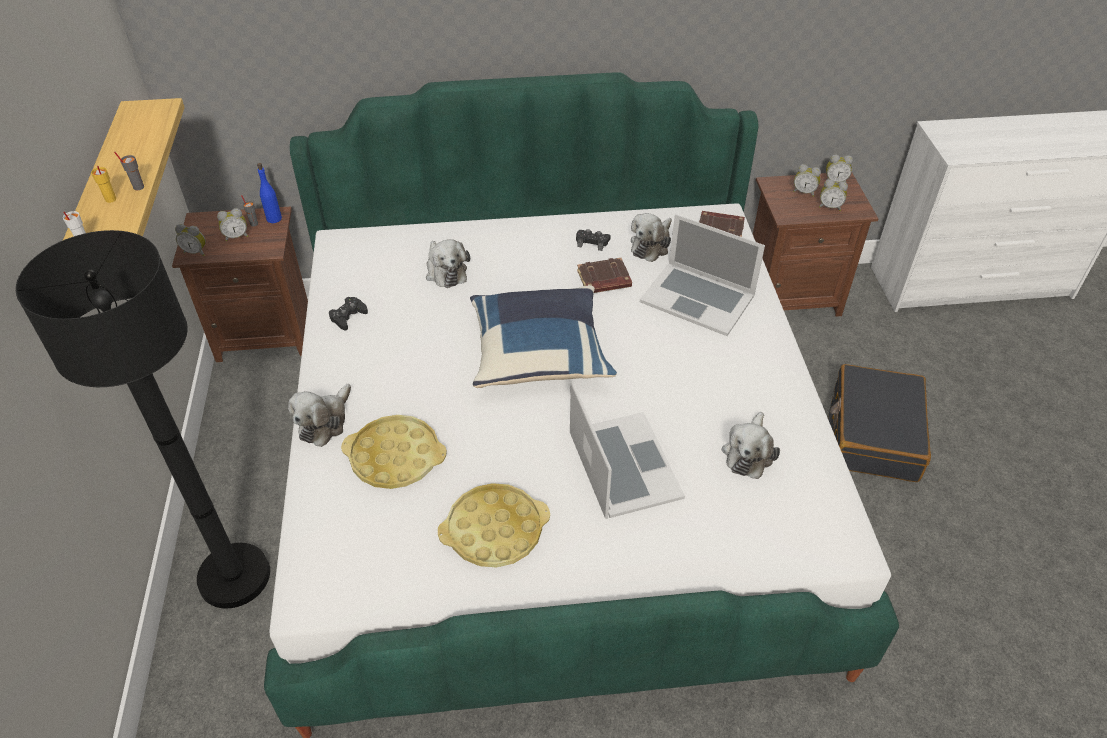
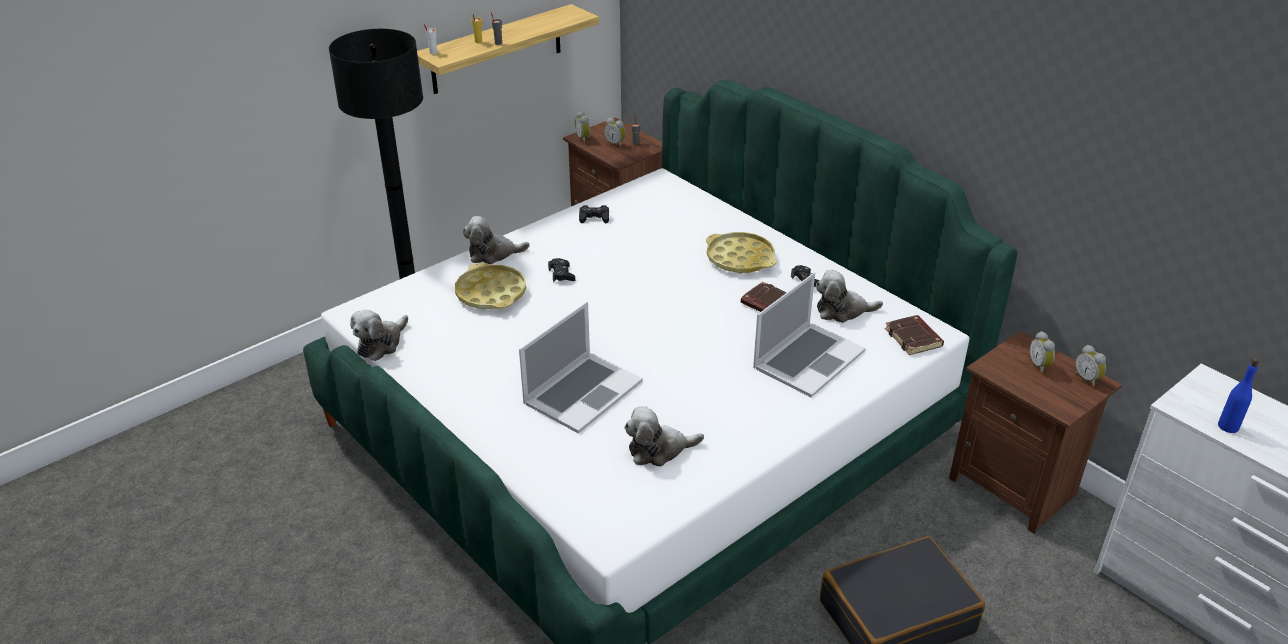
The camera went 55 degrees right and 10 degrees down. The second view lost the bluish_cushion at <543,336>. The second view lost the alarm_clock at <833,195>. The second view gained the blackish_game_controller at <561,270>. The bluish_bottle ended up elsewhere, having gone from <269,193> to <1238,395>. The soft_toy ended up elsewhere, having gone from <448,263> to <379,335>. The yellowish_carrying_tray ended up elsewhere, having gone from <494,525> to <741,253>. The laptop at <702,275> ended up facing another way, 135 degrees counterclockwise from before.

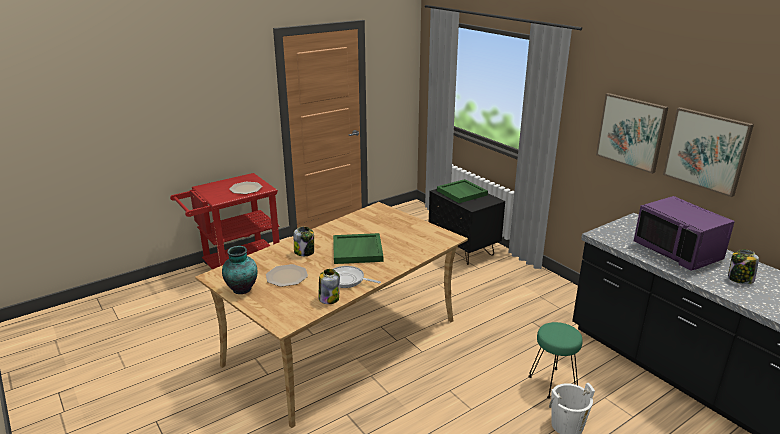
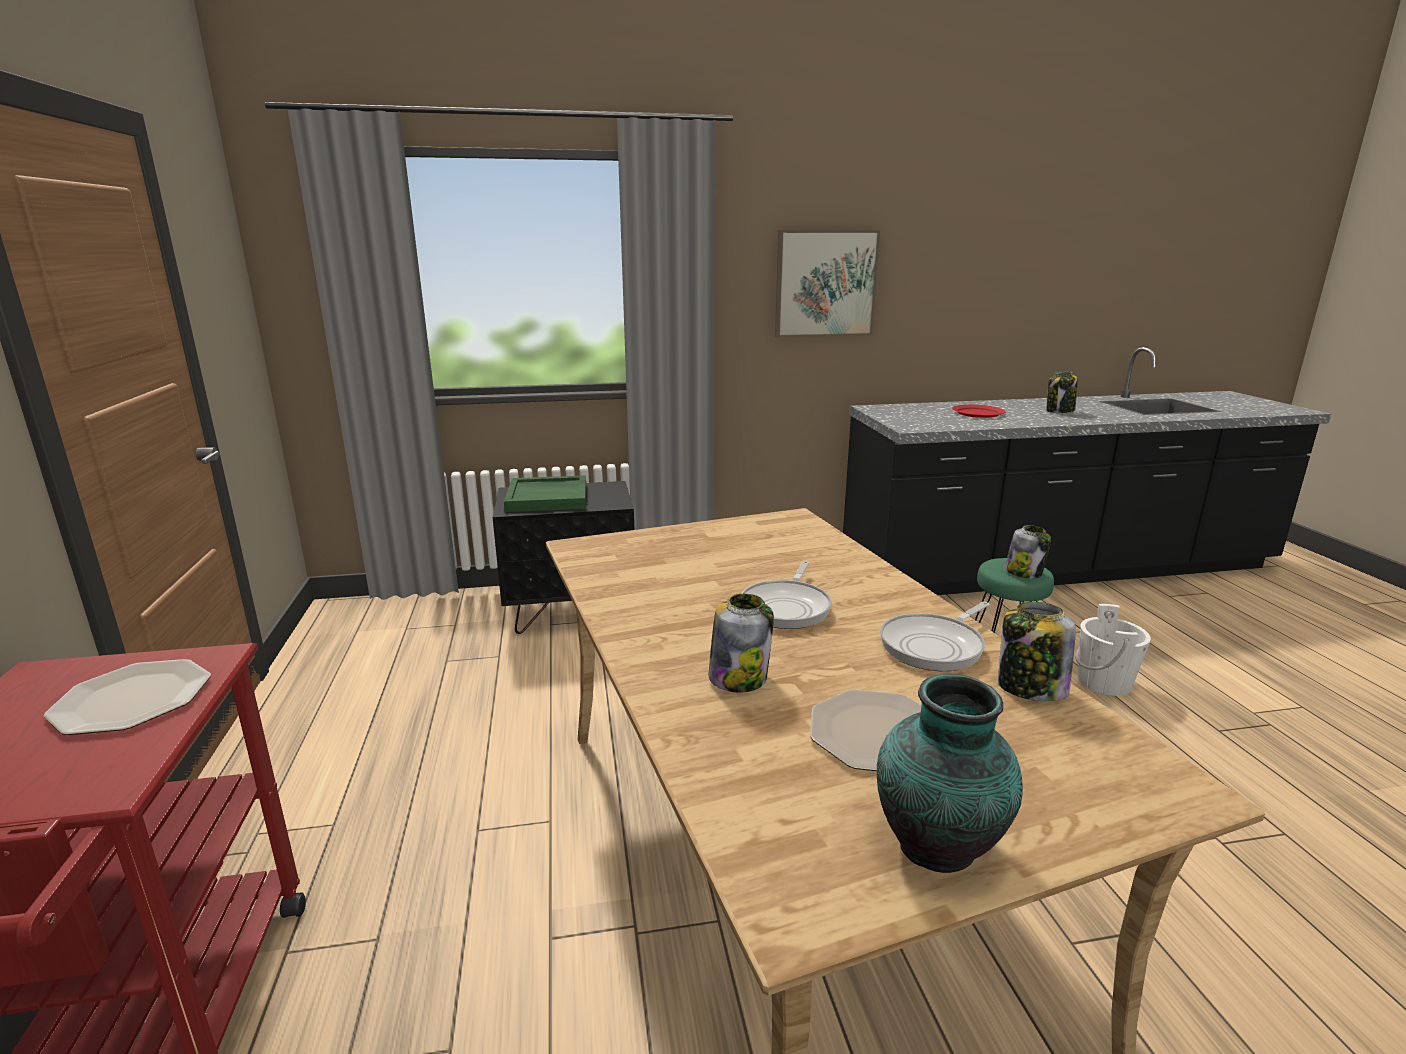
The camera went 65 degrees left and 5 degrees down. The second view lost the wall_picture at <708,152>. The second view gained the jar at <1028,552>. Where the green_carrying_tray stood at <358,248>, the skillet came to stand at <786,595>. Where the purple_kitchen_microwave stood at <684,233>, the red-coloured_dinner_plate came to stand at <979,411>.

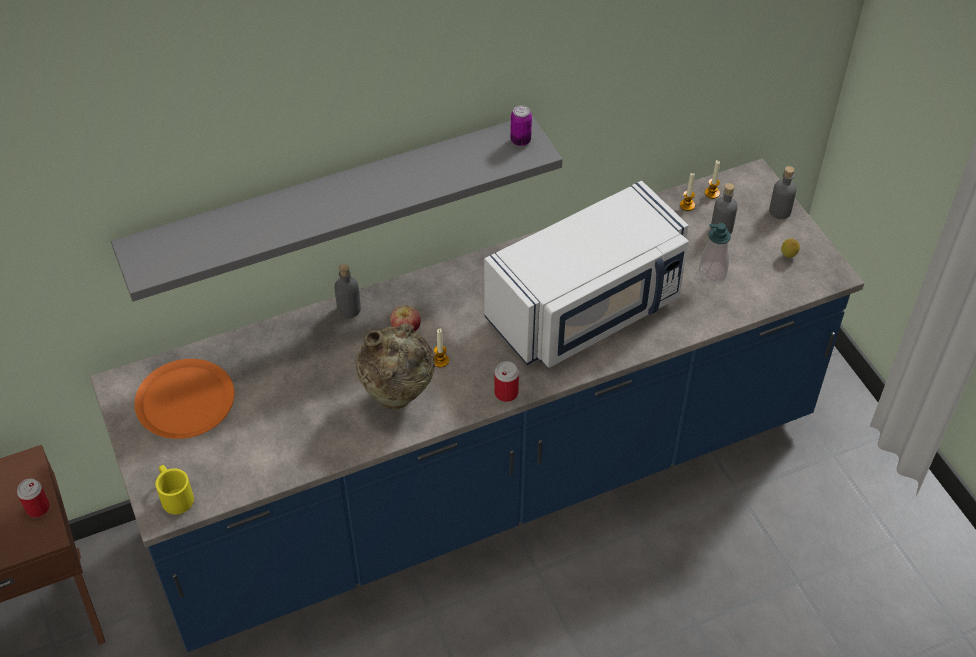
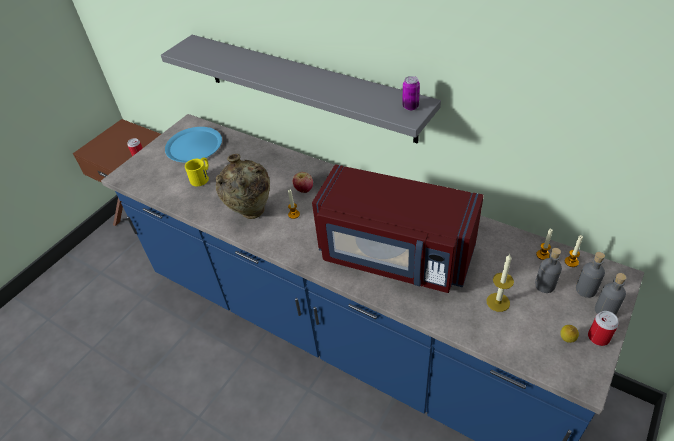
The camera went 60 degrees right and 5 degrees down. The yellowish_coffee_mug ended up elsewhere, having gone from <174,489> to <197,171>. The gray_bottle ended up elsewhere, having gone from <347,291> to <590,275>. The sealed_can ended up elsewhere, having gone from <506,381> to <603,328>. Where the soap_dispenser stood at <715,252>, the wax_light came to stand at <500,283>. What was the orange-coloured_dinner_plate at <184,399> turned into the bluish_dinner_plate at <193,144>. What was the white-coloured_kitchen_microwave at <586,274> turned into the red-coloured_kitchen_microwave at <398,228>.

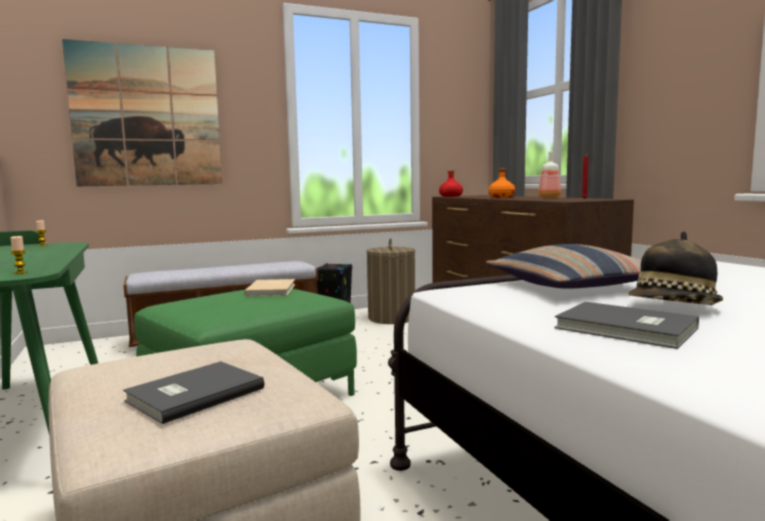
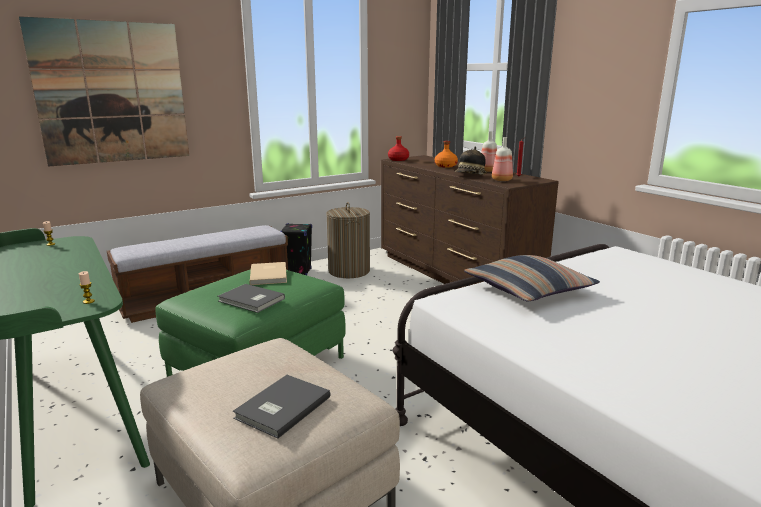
The camera went 10 degrees left and 10 degrees up. The second view gained the bottle at <502,159>. The gray_bound_book ended up elsewhere, having gone from <626,325> to <251,298>. The clothing_hat ended up elsewhere, having gone from <676,268> to <471,160>.

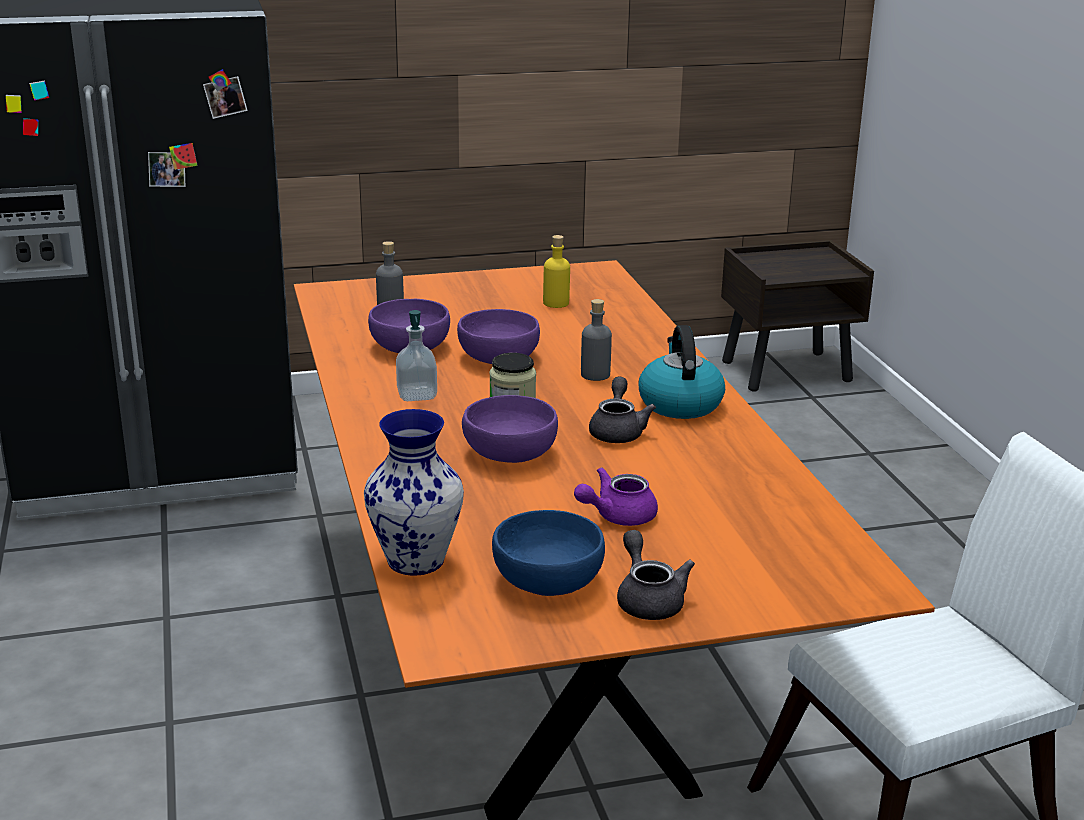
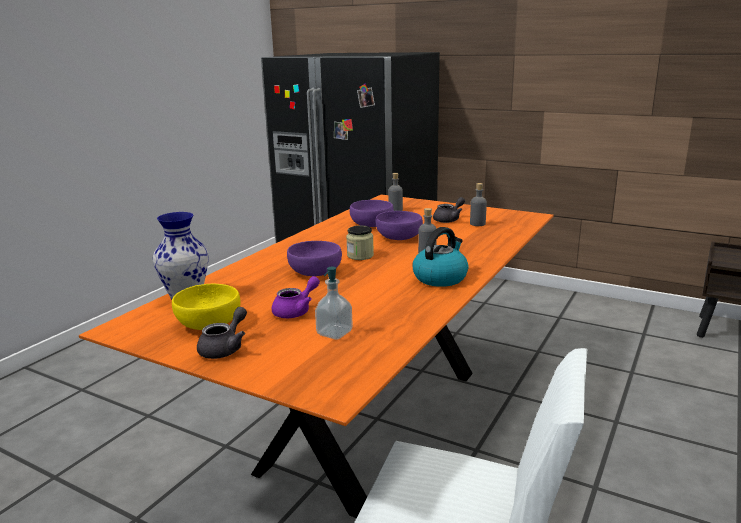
The camera went 45 degrees right and 5 degrees down. The soap_dispenser ended up elsewhere, having gone from <416,355> to <334,303>. The gray_tea_pot ended up elsewhere, having gone from <622,409> to <449,210>. What was the bluish_deep_dish at <548,553> turned into the yellowish_deep_dish at <206,307>. What was the yellowish_bottle at <556,271> turned into the gray_bottle at <478,204>. The purple_tea_pot at <616,496> ended up facing another way, 120 degrees clockwise from before.

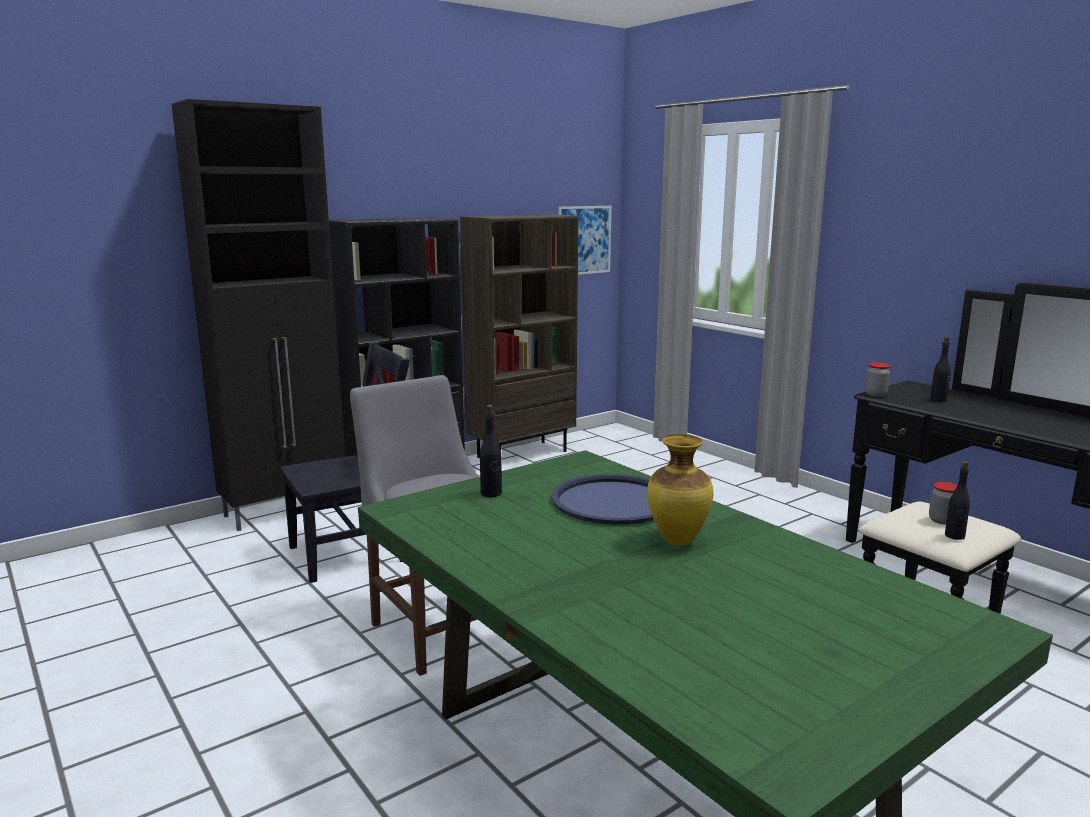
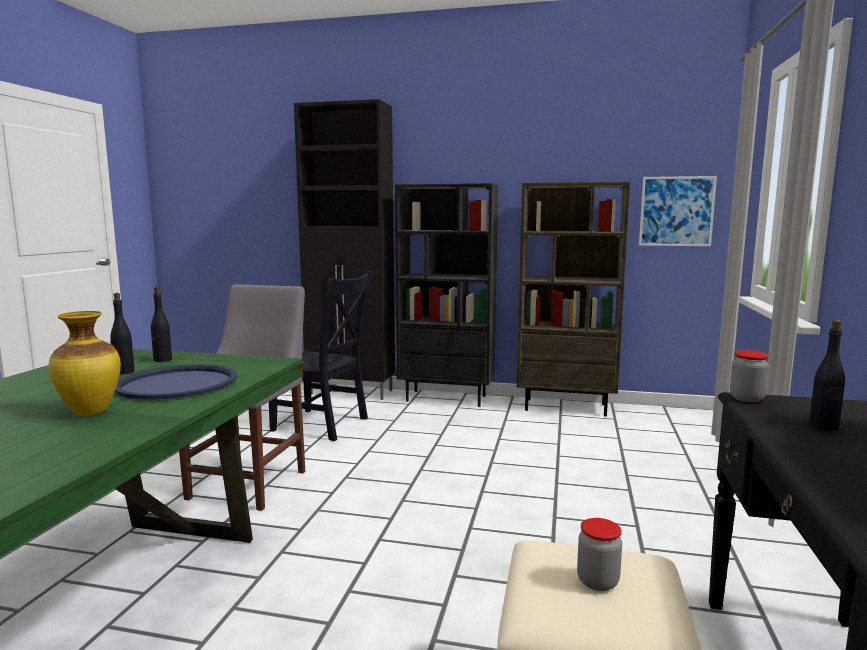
The camera went 50 degrees right and 5 degrees down. The blackish_bottle ended up elsewhere, having gone from <957,500> to <122,333>.

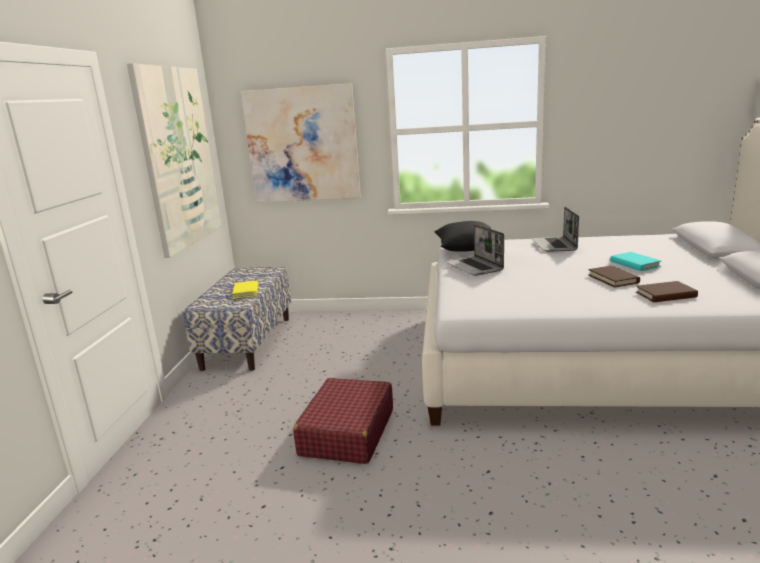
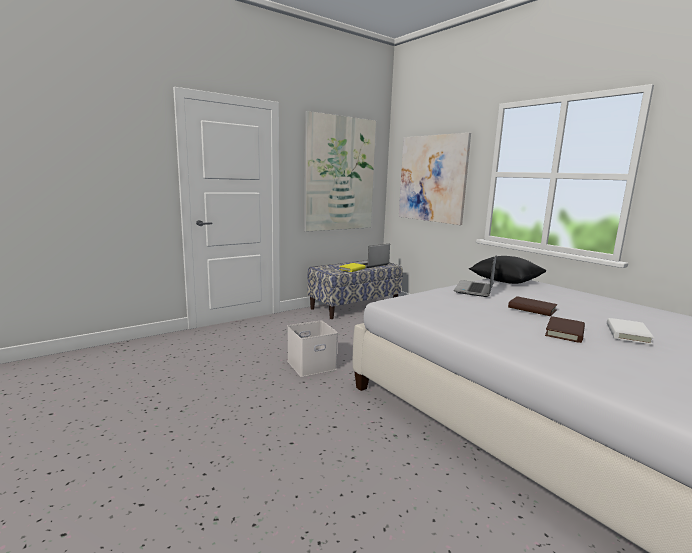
The camera went 45 degrees right and 5 degrees down. The laptop ended up elsewhere, having gone from <555,229> to <372,256>. The brown_bound_book ended up elsewhere, having gone from <667,291> to <533,306>. Where the red-coloured_suitcase stood at <343,421>, the white-coloured_storage_container came to stand at <312,349>. What was the turquoise_bound_book at <636,261> turned into the white-coloured_bound_book at <630,331>.

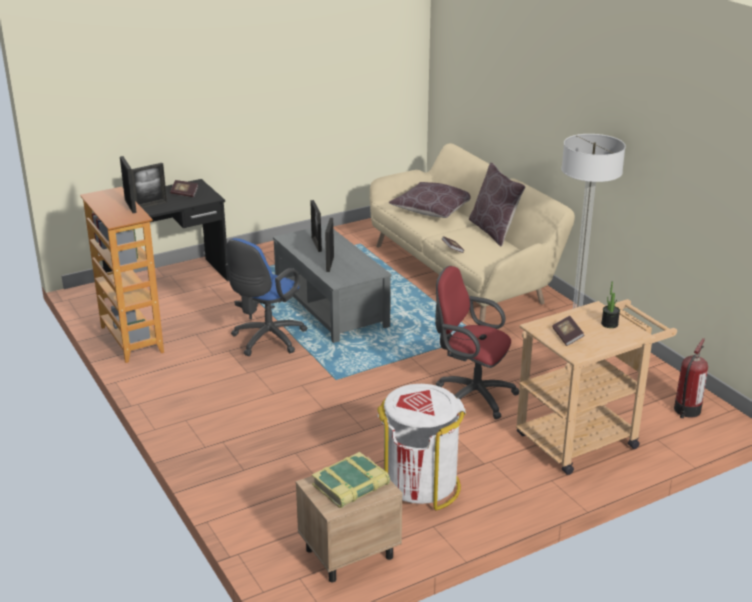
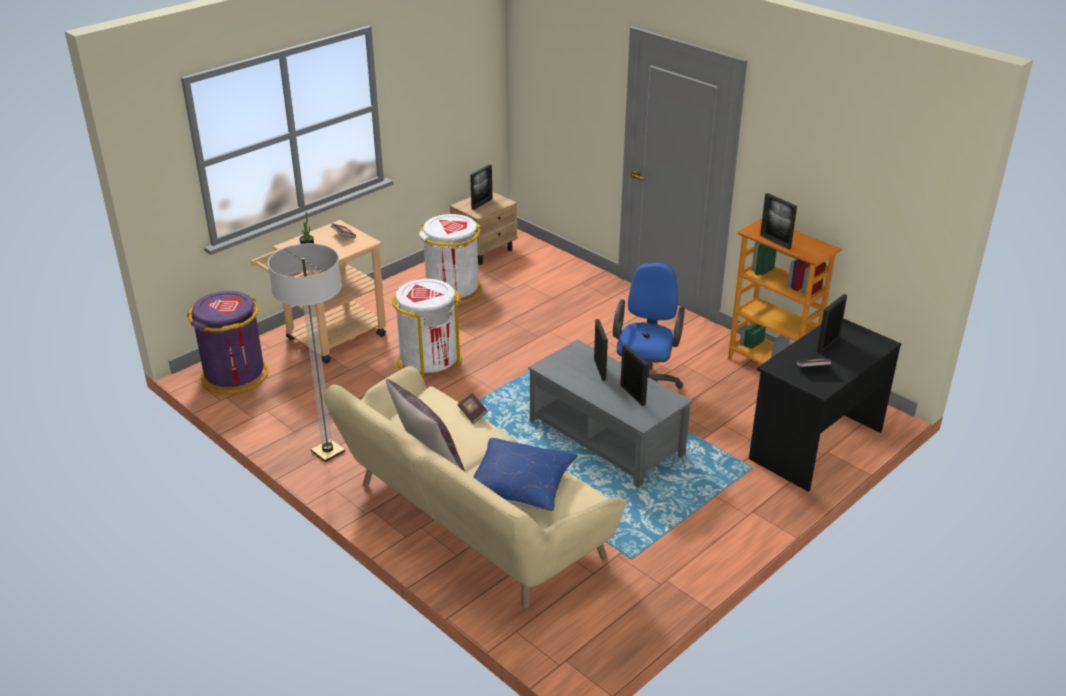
The camera went 165 degrees right and 5 degrees up. Where the bound_book stood at <351,480>, the picture_frame came to stand at <481,187>. Where the red-coloured_computer_chair stood at <477,342>, the white-coloured_trash_can came to stand at <427,328>. Where the extinguisher stood at <691,378>, the purple_trash_can came to stand at <227,342>. What was the brown_cushion at <430,200> turned into the bluish_cushion at <525,474>.

